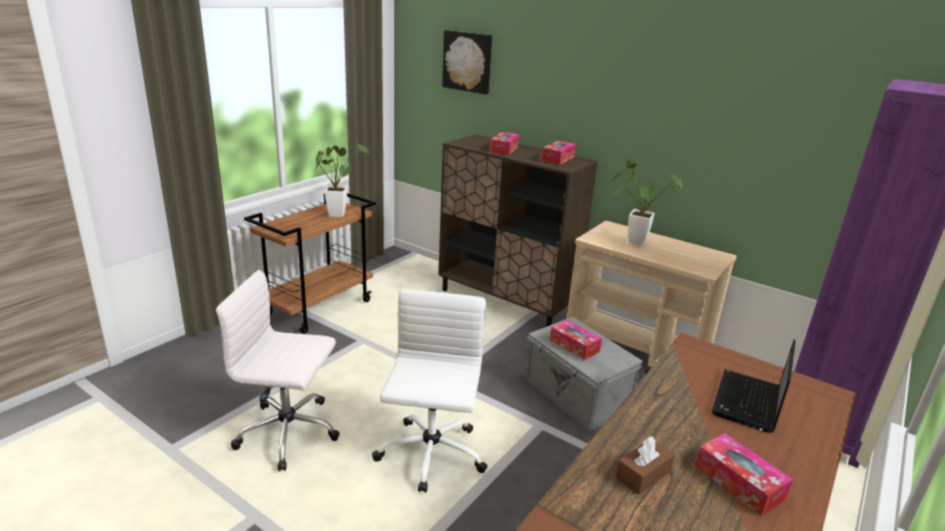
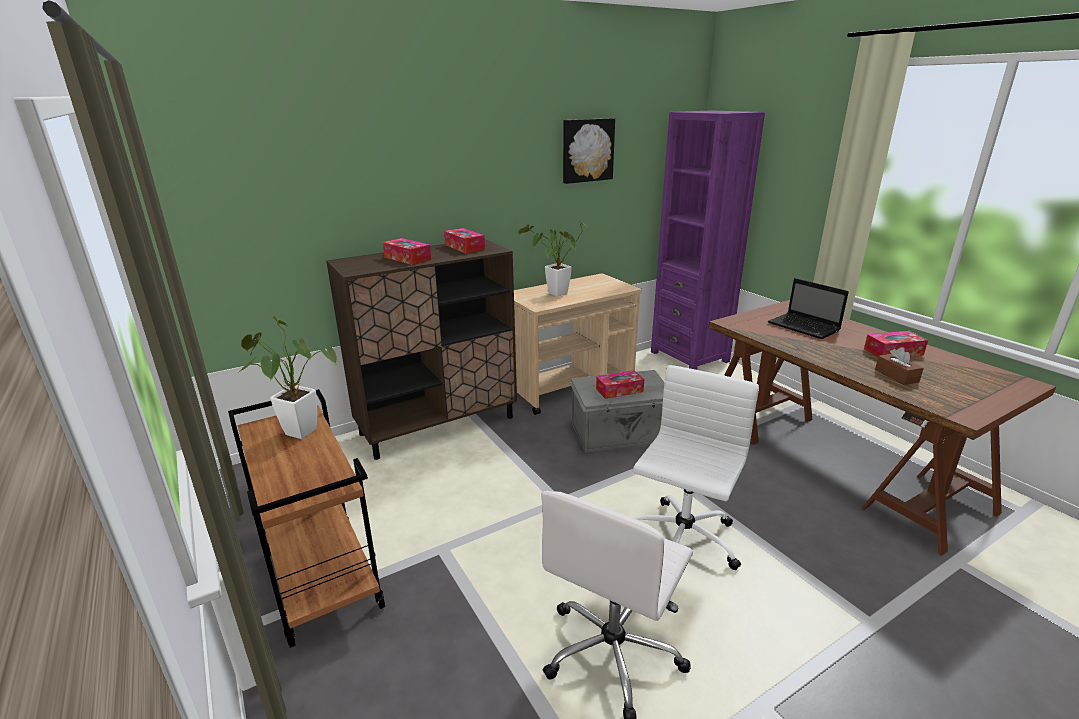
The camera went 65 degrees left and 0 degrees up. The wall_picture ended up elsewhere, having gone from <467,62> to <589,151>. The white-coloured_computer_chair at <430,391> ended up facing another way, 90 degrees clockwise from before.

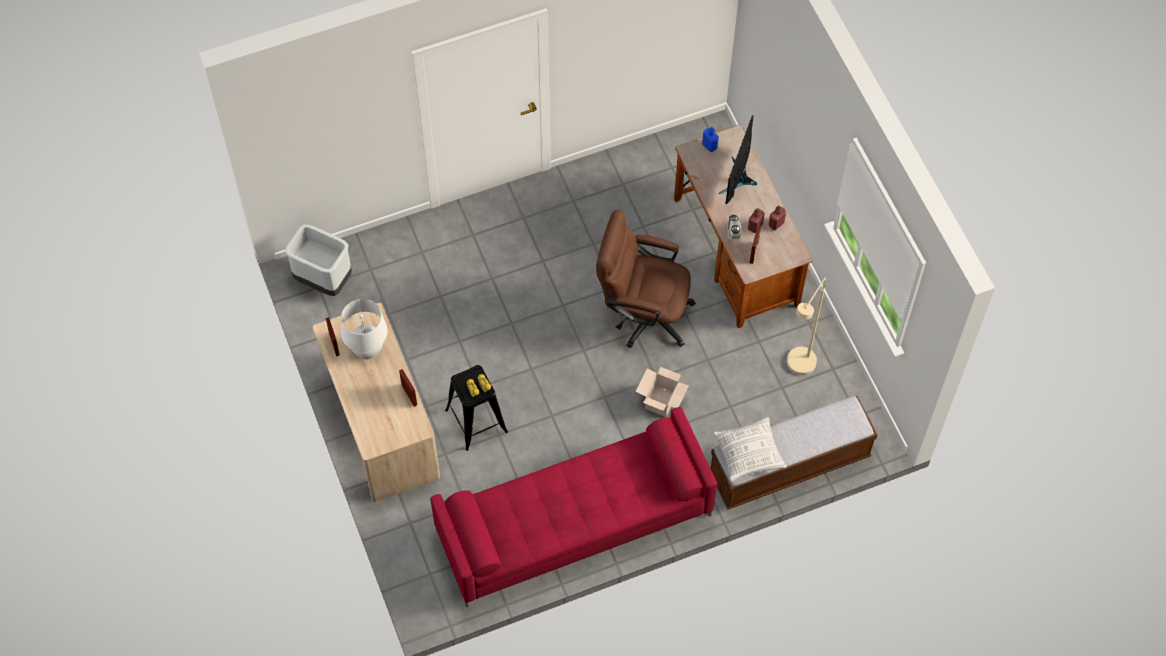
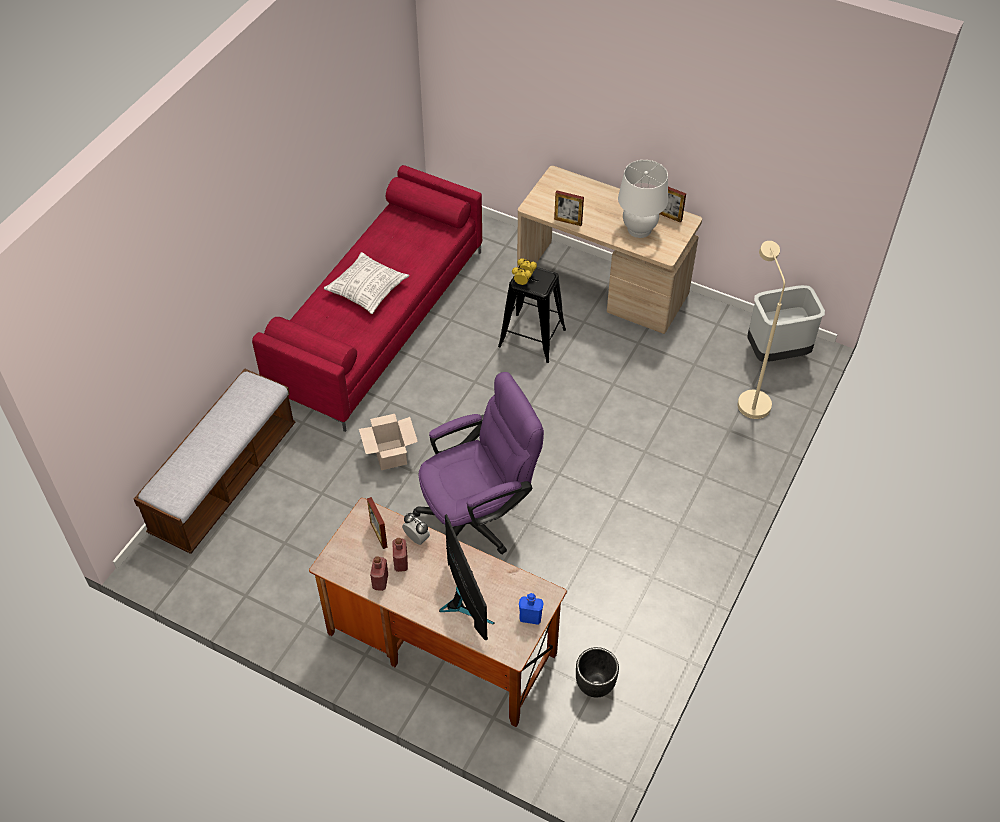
The camera went 140 degrees right and 10 degrees down. The second view gained the blackish_plant_pot at <597,672>. The cushion ended up elsewhere, having gone from <750,449> to <366,283>. The beige_standard_lamp ended up elsewhere, having gone from <806,326> to <761,330>. What was the brown_computer_chair at <646,279> turned into the purple_computer_chair at <478,463>.

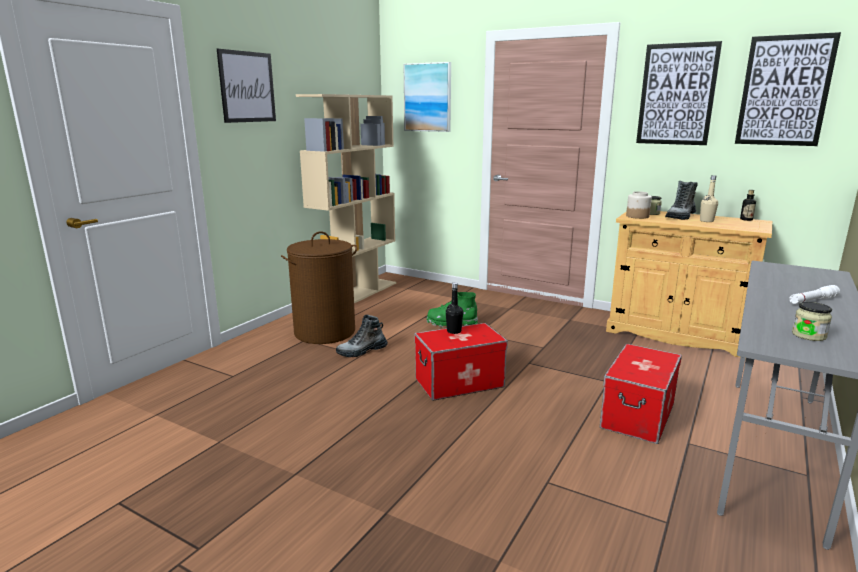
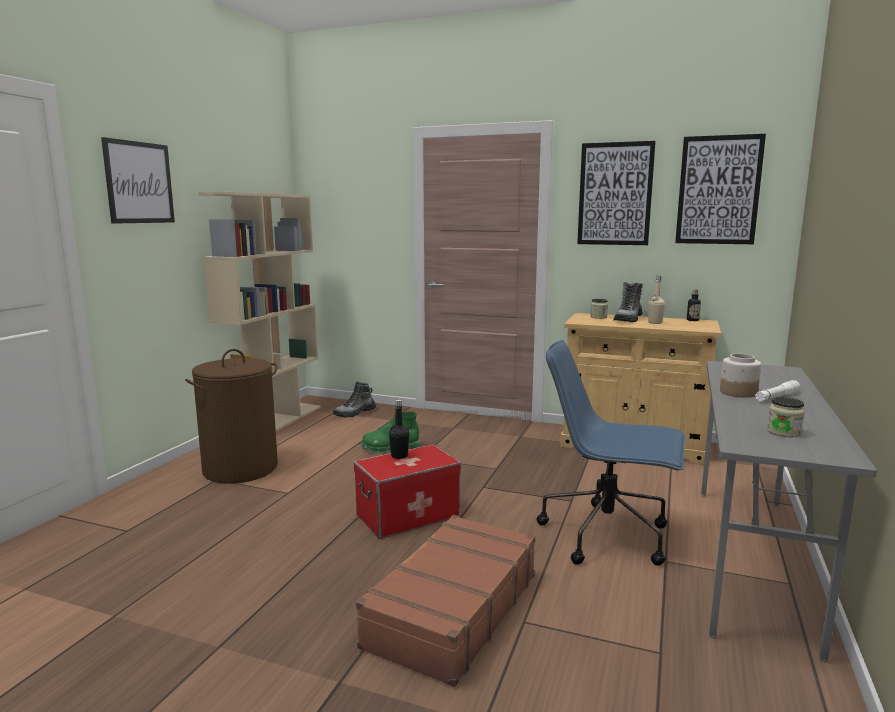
The camera went 10 degrees left and 5 degrees down. The second view lost the wall_picture at <427,97>. The second view gained the brown_suitcase at <446,601>. The boot ended up elsewhere, having gone from <362,336> to <355,400>. The jar ended up elsewhere, having gone from <639,205> to <740,376>. Where the storage_container stood at <641,394>, the bluish_computer_chair came to stand at <611,453>.

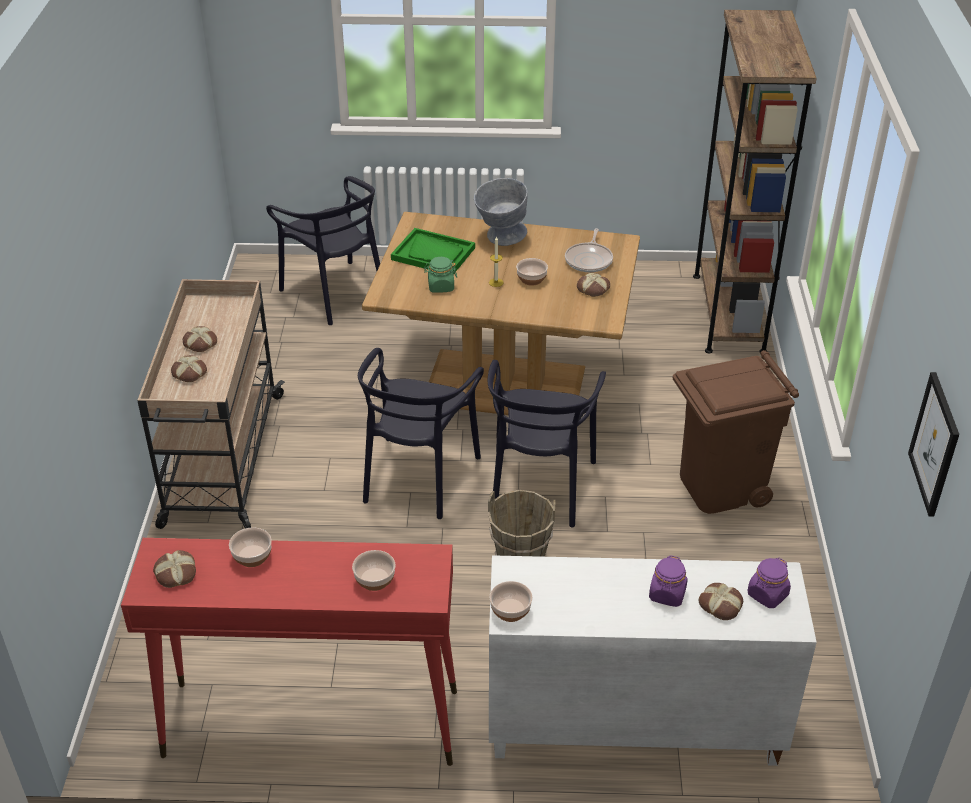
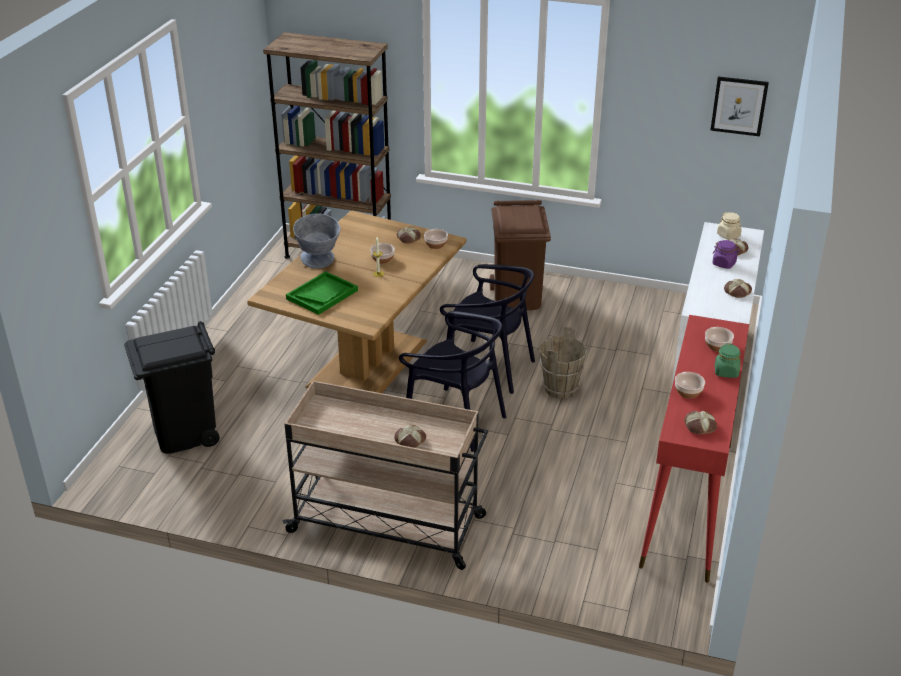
The camera went 75 degrees left and 5 degrees down. The second view lost the skillet at <589,250>. The baked_bread ended up elsewhere, having gone from <200,339> to <738,288>. The green_jar ended up elsewhere, having gone from <440,275> to <727,360>. The deep_dish ended up elsewhere, having gone from <511,601> to <436,239>. Where the blackish_chair stood at <323,250>, the blackish_trash_can came to stand at <172,387>. What was the purple_jar at <769,583> turned into the beige_jar at <729,226>.

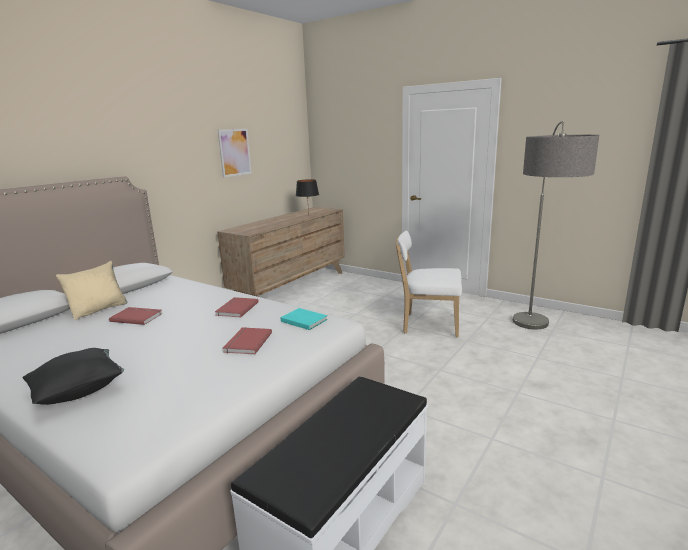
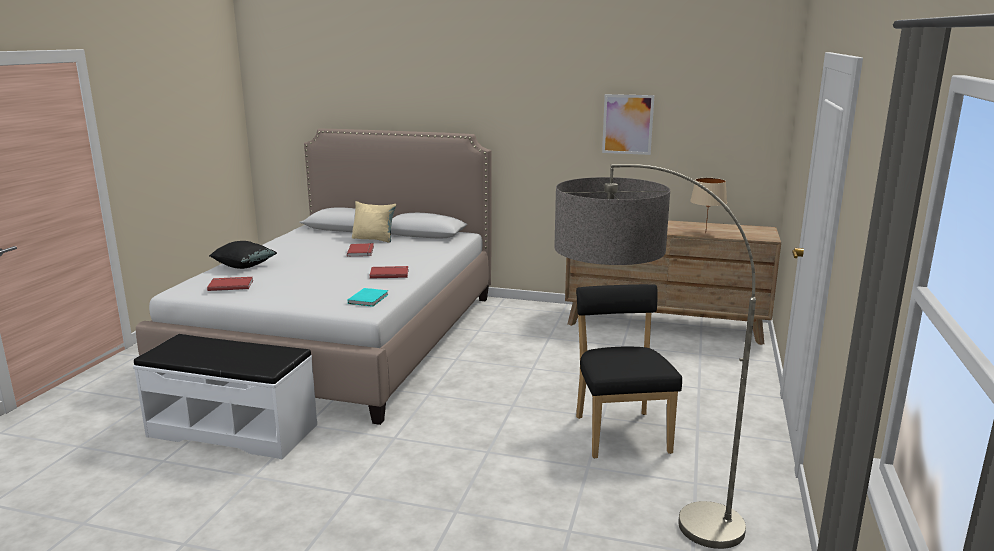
The camera went 70 degrees right and 0 degrees up. The red-coloured_bound_book ended up elsewhere, having gone from <247,341> to <230,284>. What was the blackish_lamp_for_a_table at <307,197> turned into the beige_lamp_for_a_table at <708,203>. What was the white-coloured_chair at <429,284> turned into the blackish_chair at <629,371>.

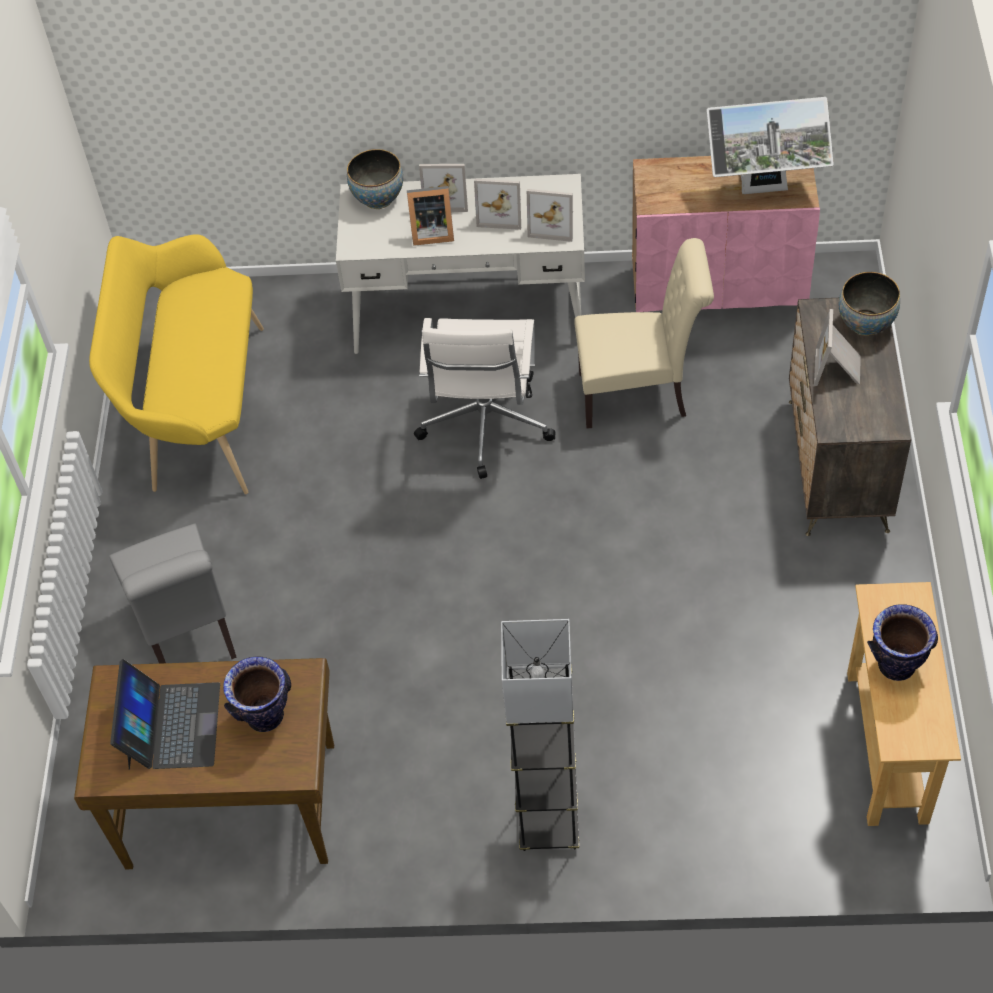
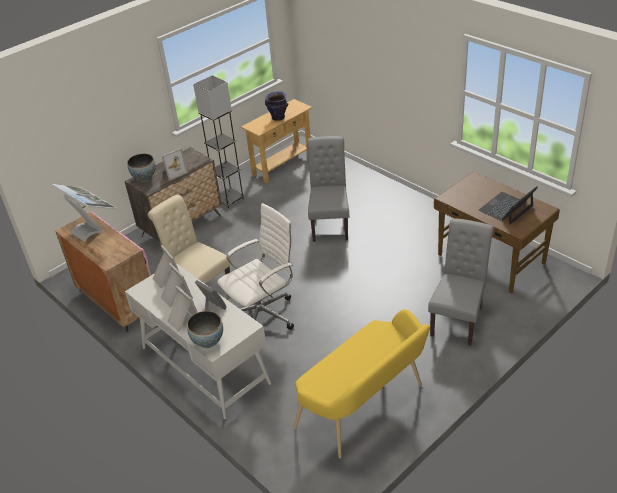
The camera went 135 degrees left and 15 degrees down. The second view lost the vase at <257,694>. The second view gained the gray_chair at <328,189>. The gray_standard_lamp ended up elsewhere, having gone from <540,735> to <219,141>.

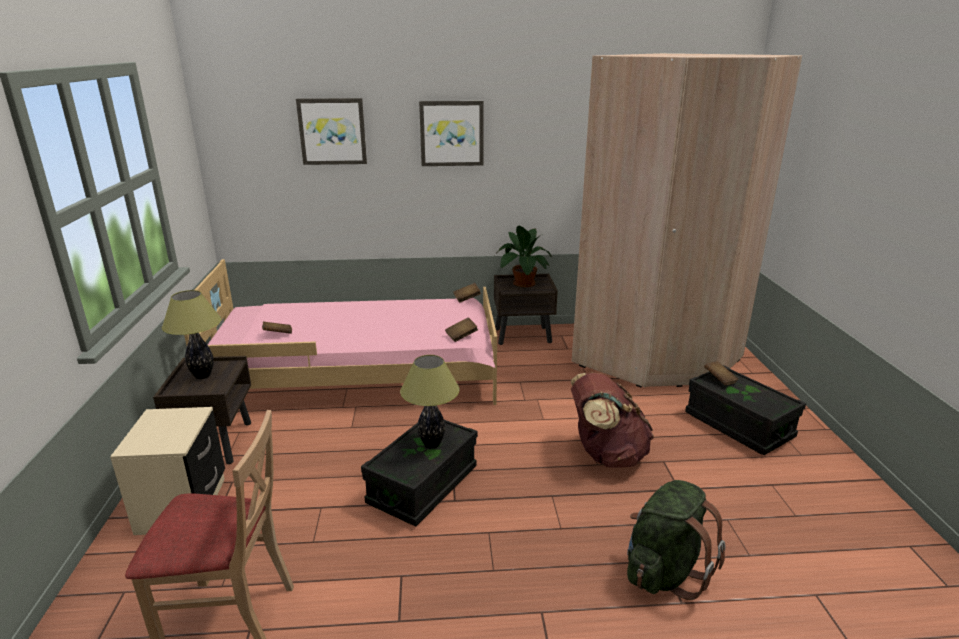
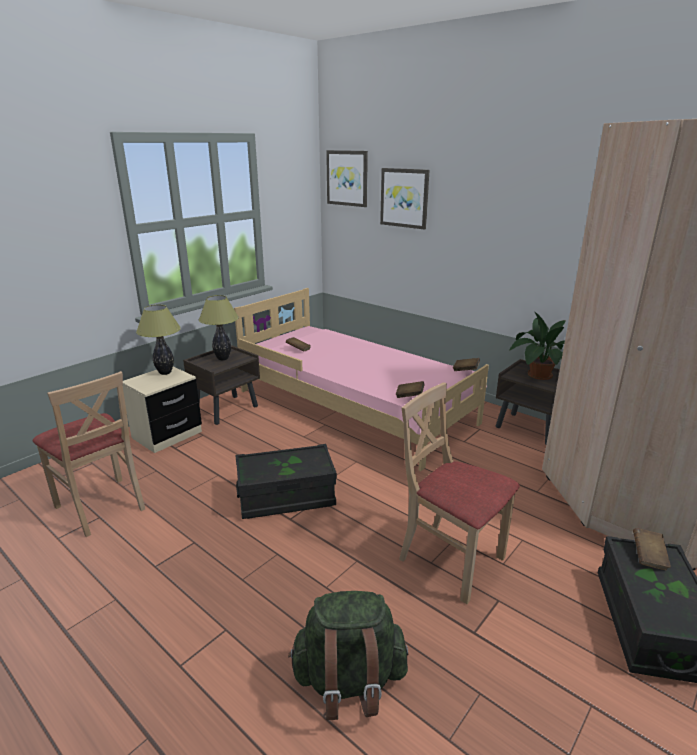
The camera went 45 degrees right and 0 degrees up. The lamp_for_a_table ended up elsewhere, having gone from <430,402> to <158,340>. The wall_picture ended up elsewhere, having gone from <451,133> to <347,178>. Where the brown_backpack stood at <612,420>, the beige_chair came to stand at <459,493>.

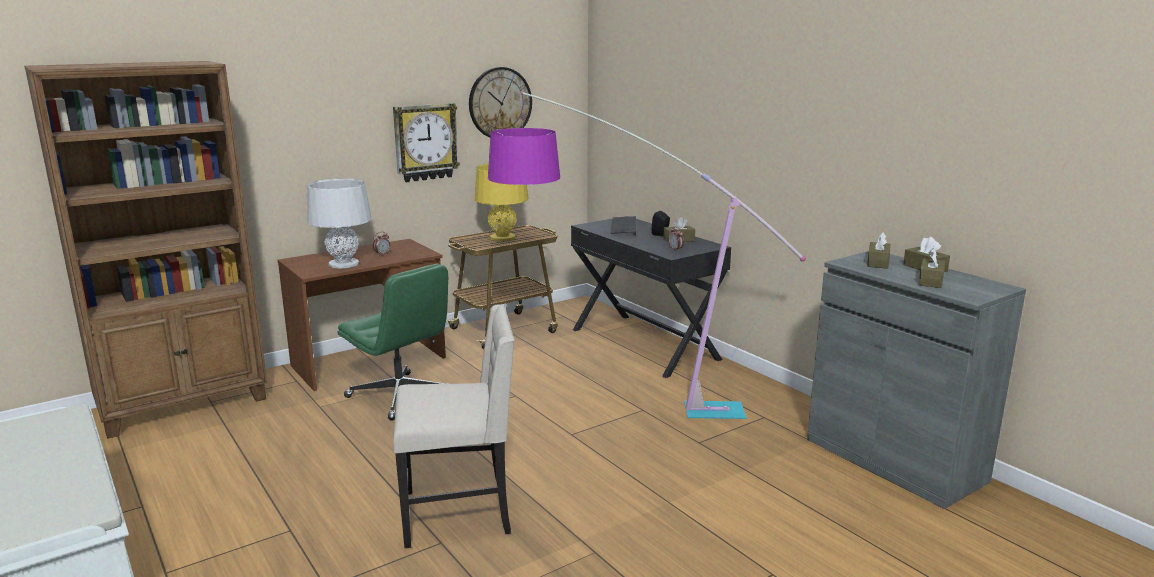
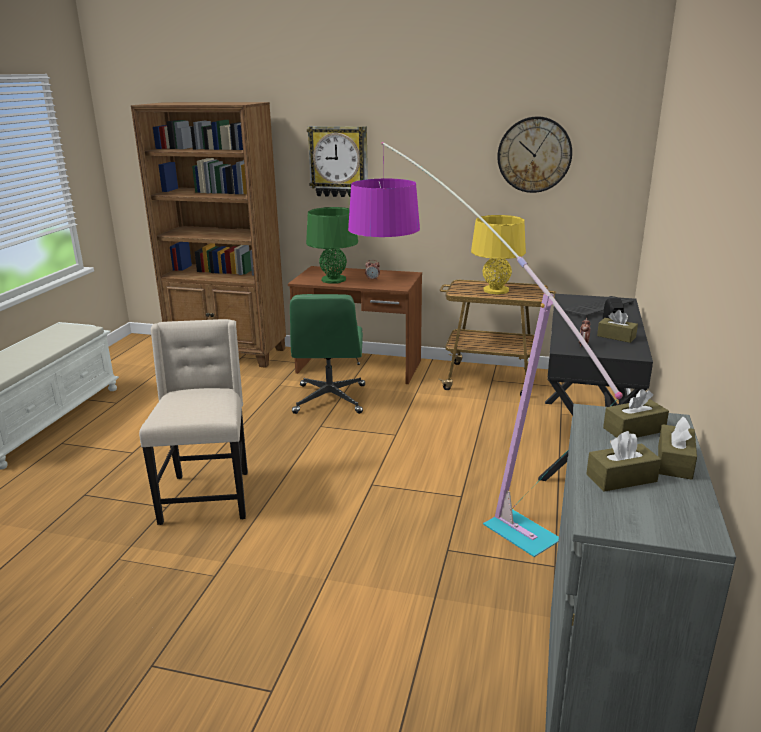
The camera went 50 degrees right and 5 degrees up. The hanging_clock ended up elsewhere, having gone from <426,142> to <337,161>. What was the gray_lamp_for_a_table at <339,223> turned into the green_lamp_for_a_table at <332,245>. The beige_chair at <453,426> ended up facing another way, 135 degrees counterclockwise from before.

